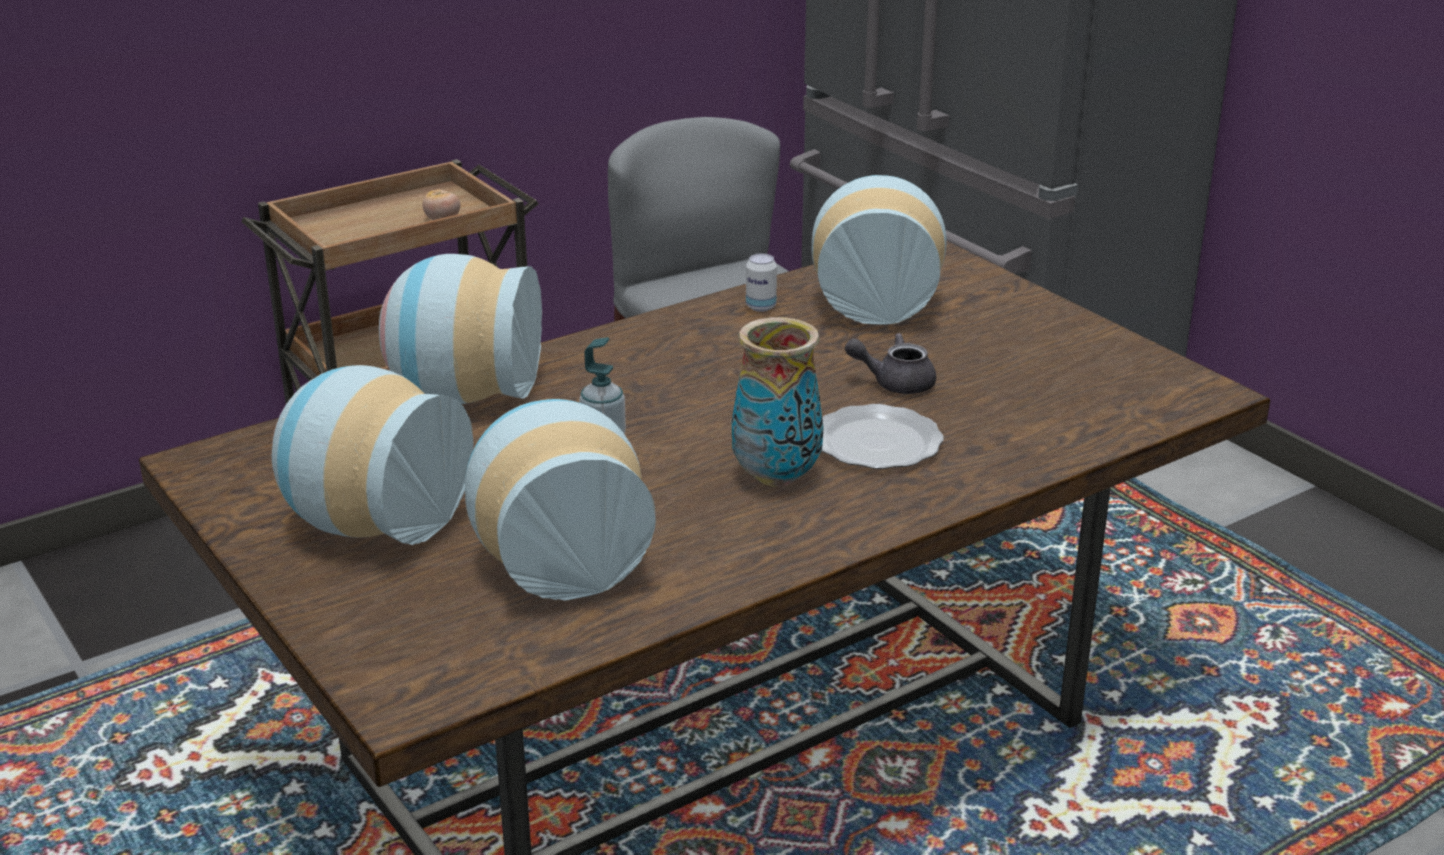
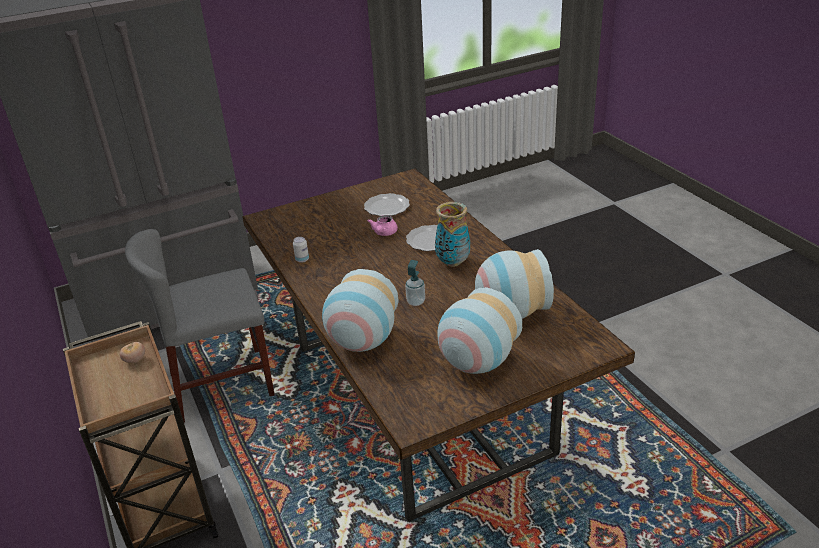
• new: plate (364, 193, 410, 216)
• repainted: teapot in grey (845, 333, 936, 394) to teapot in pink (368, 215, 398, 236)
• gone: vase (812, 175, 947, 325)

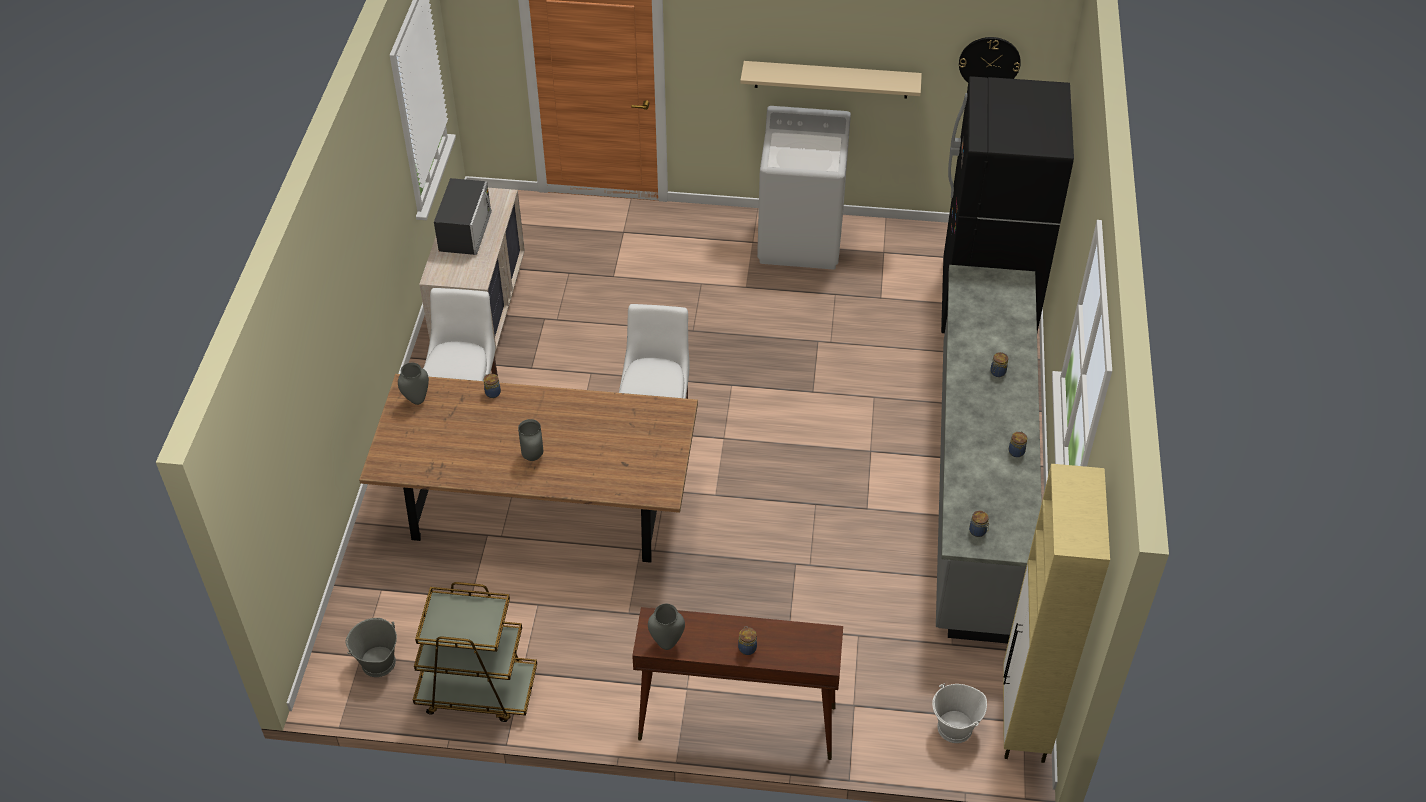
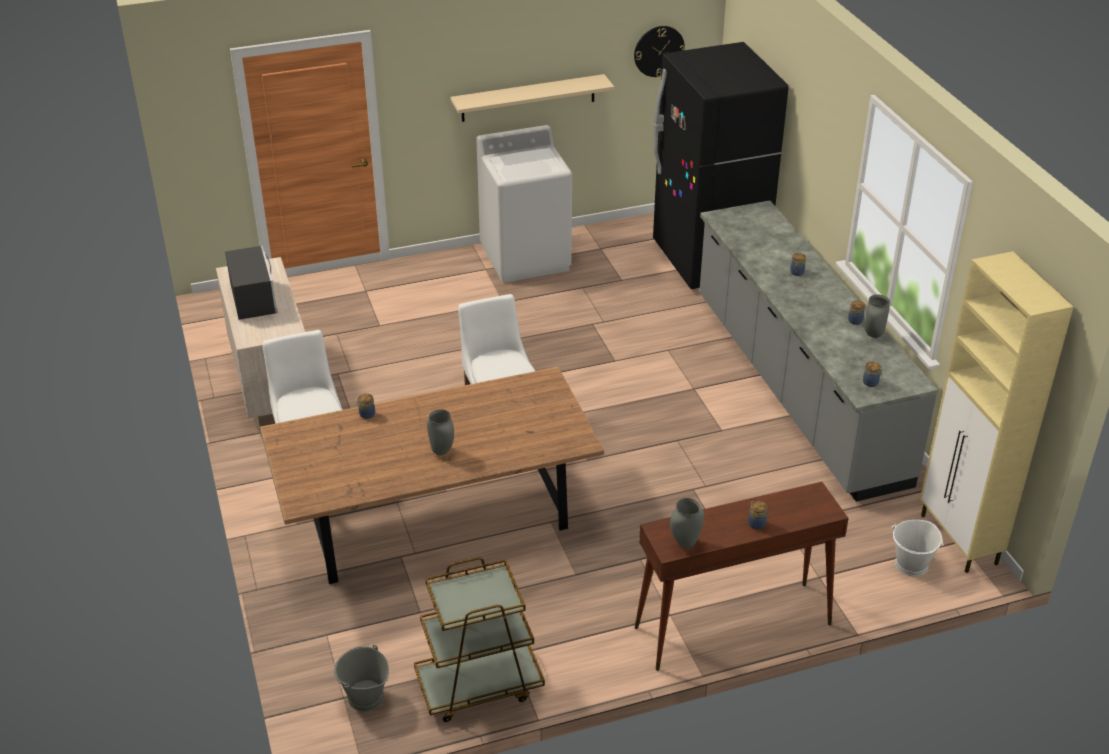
• shifted: vase in grey (398, 363, 429, 405) to (864, 294, 890, 338)

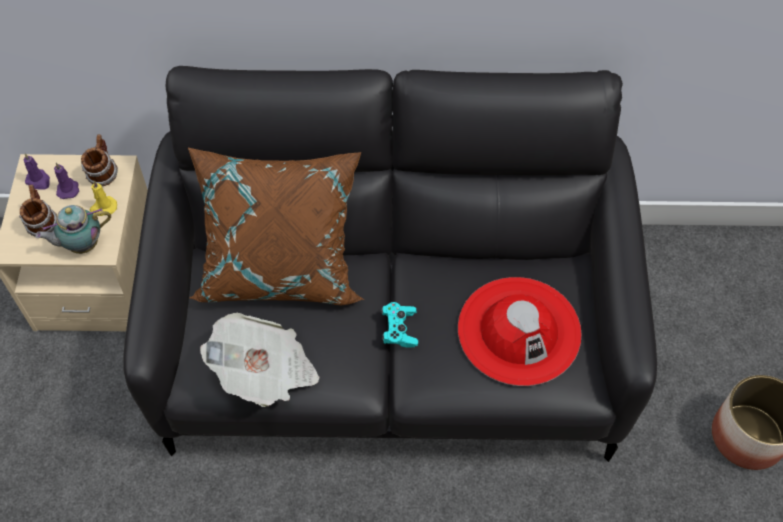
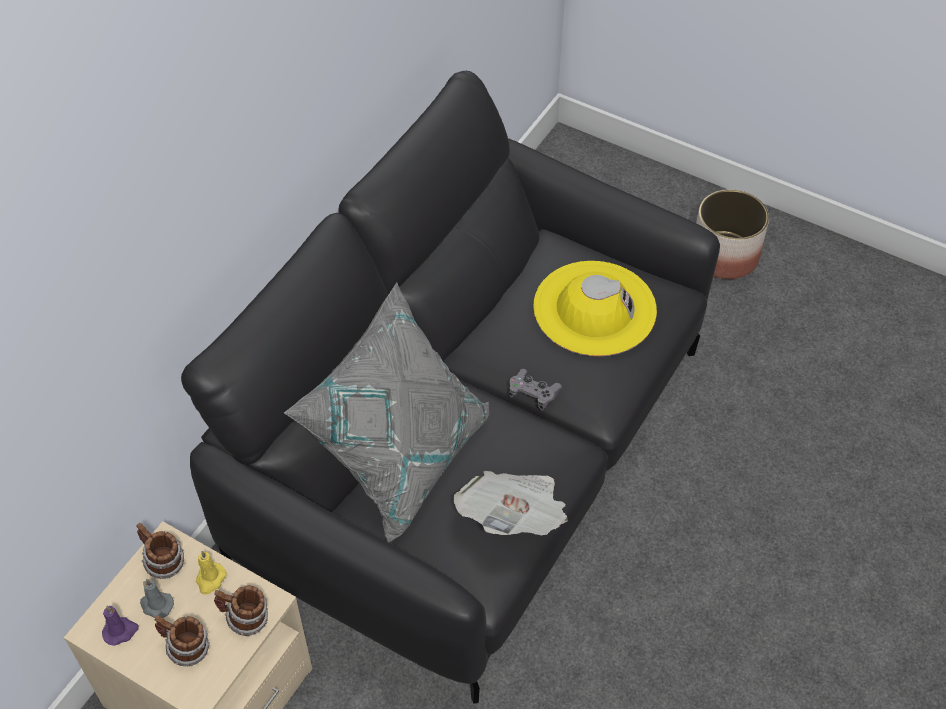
• repainted: candle in purple (54, 163, 79, 199) to candle in grey (140, 579, 174, 618)
• swapped: teapot (35, 205, 111, 254) to mug (214, 585, 268, 636)
• repainted: pillow in brown (188, 148, 364, 305) to pillow in grey (284, 282, 490, 543)
• repainted: game controller in turquoise (381, 302, 418, 348) to game controller in grey (509, 369, 562, 411)
• repainted: hat in red (458, 277, 581, 386) to hat in yellow (533, 261, 657, 356)

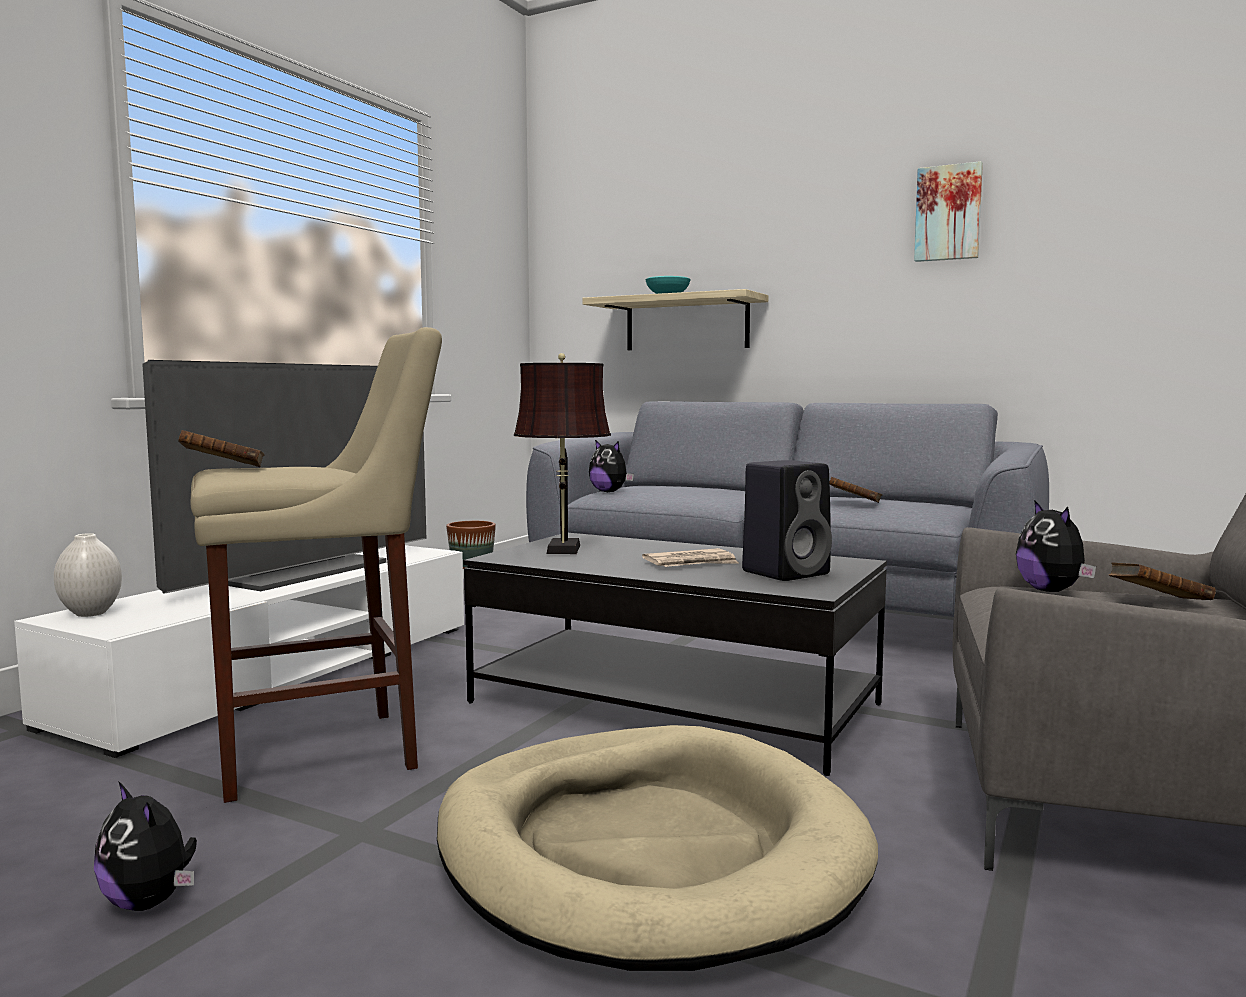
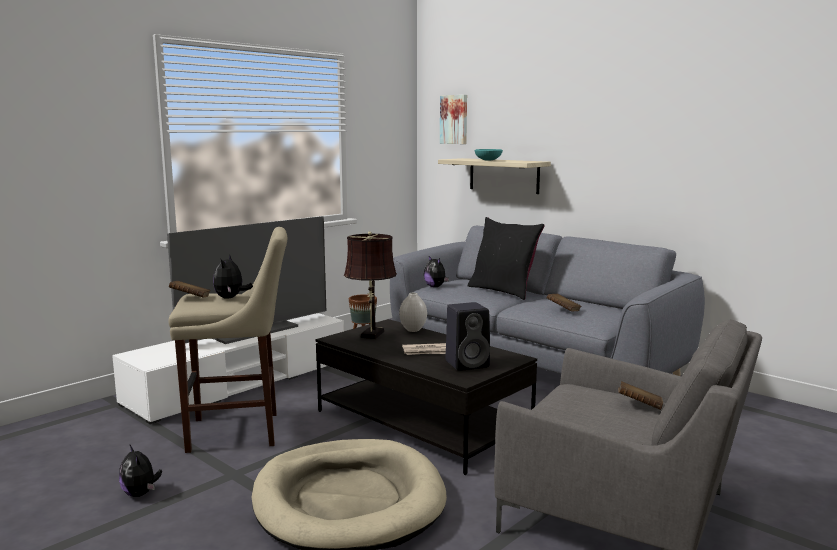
• shifted: plush toy (1016, 500, 1096, 592) to (213, 255, 253, 299)
• shifted: vase in white (54, 533, 122, 617) to (399, 293, 427, 332)
• shifted: picture (914, 161, 983, 262) to (440, 95, 467, 144)
• new: pillow in black (468, 217, 545, 300)

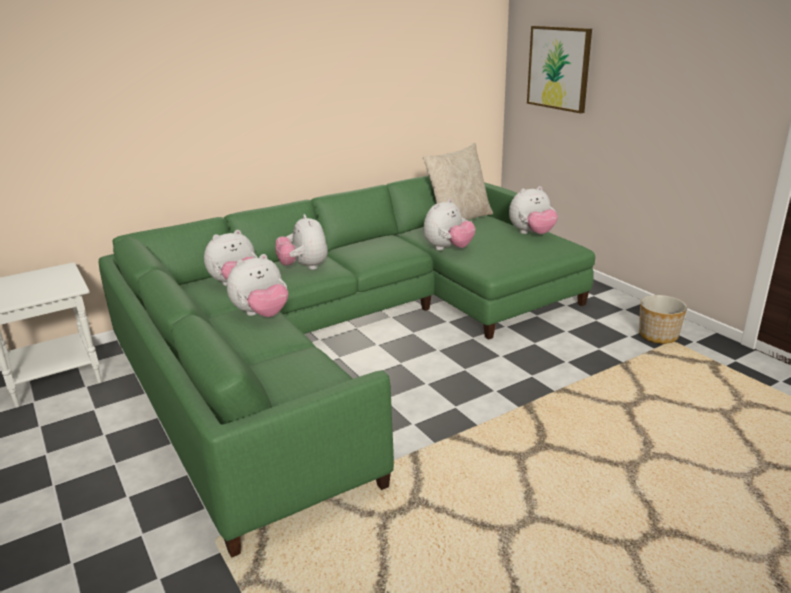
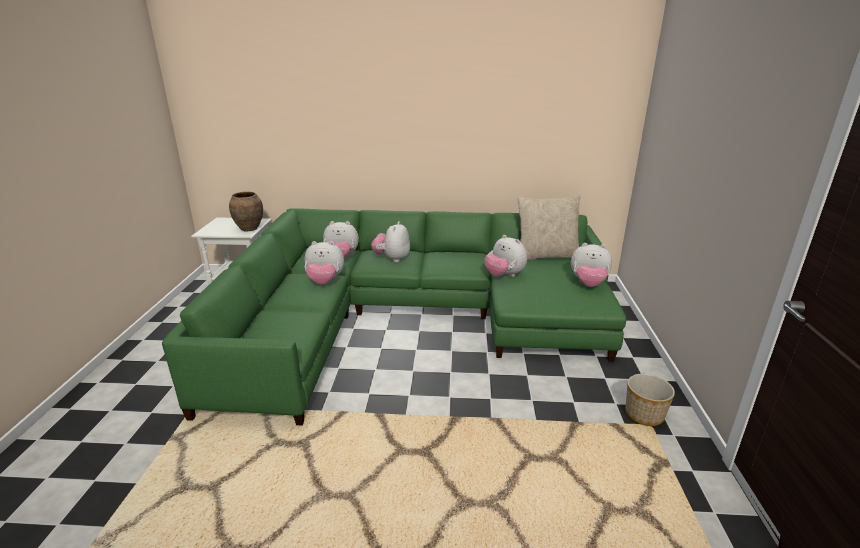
• new: vase in brown (229, 192, 263, 231)
• rotated: plush toy (424, 199, 476, 250) = (484, 235, 527, 277) 60 degrees clockwise
• gone: picture (527, 26, 592, 113)

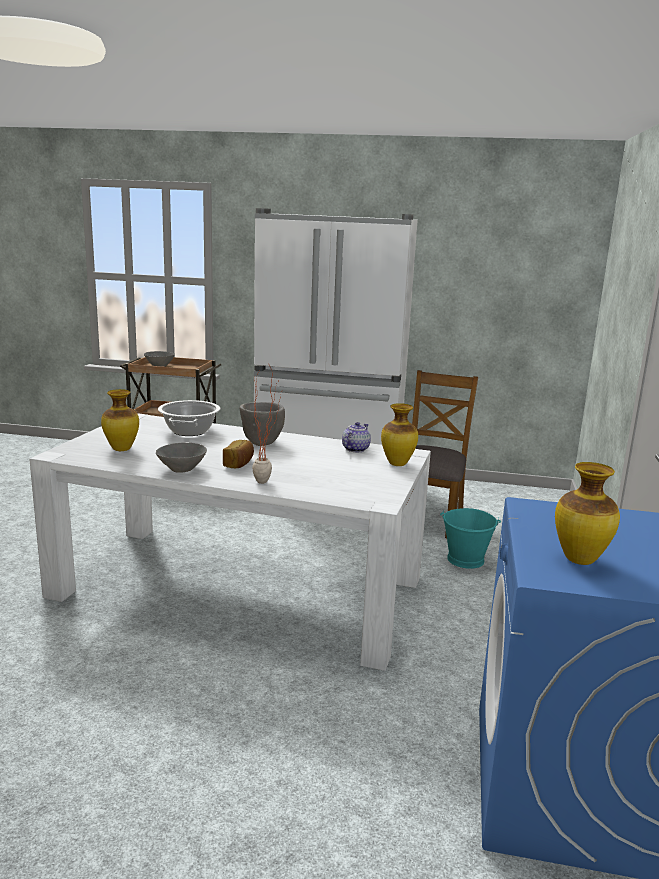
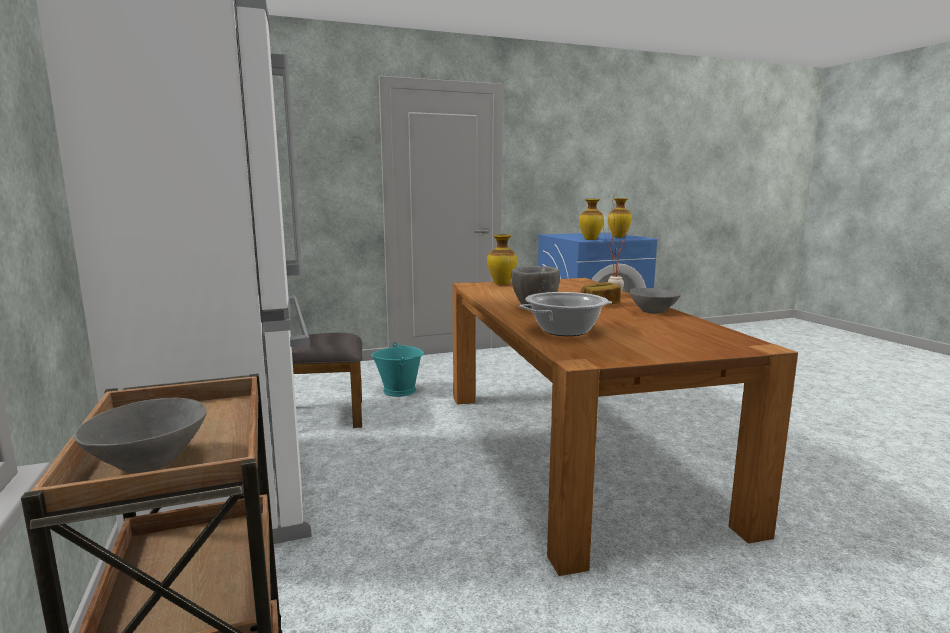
• repainted: dining table in white (29, 413, 431, 671) to dining table in brown (452, 278, 798, 576)
• shifted: vase (101, 389, 139, 451) to (579, 199, 604, 240)
• gone: teapot (342, 422, 371, 452)

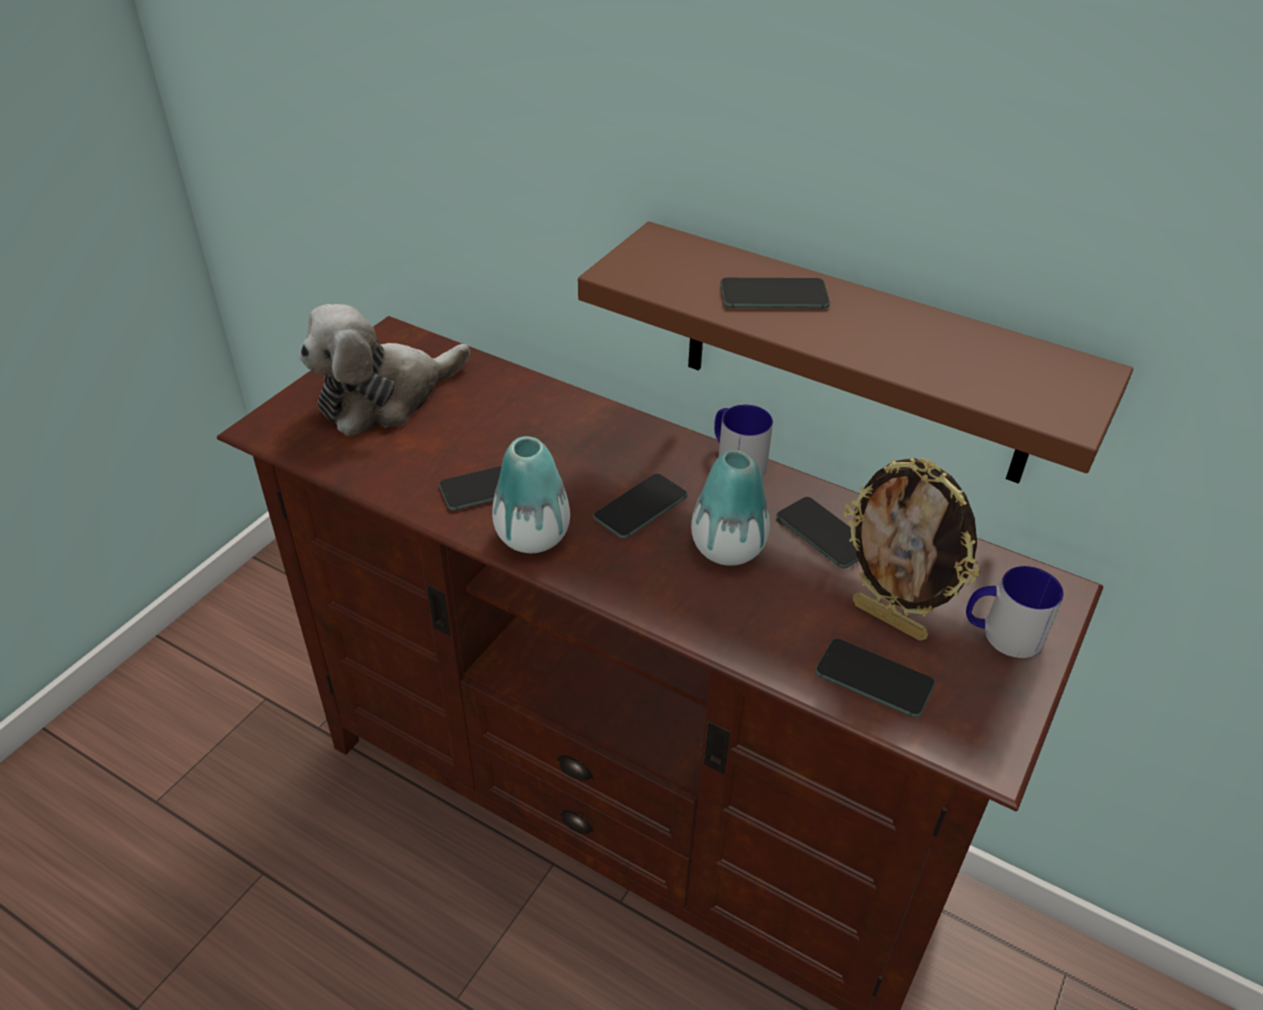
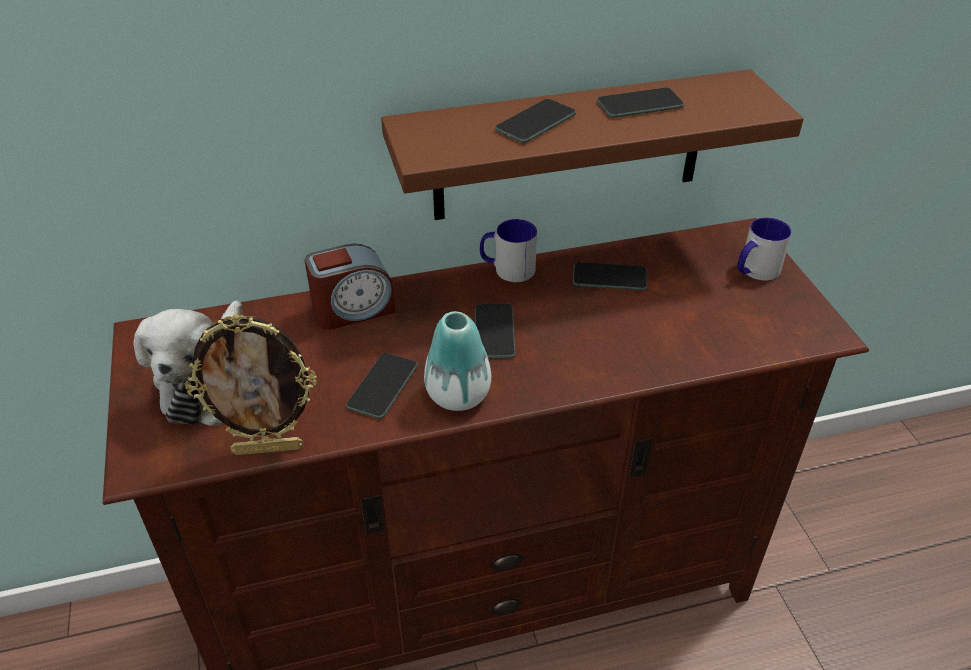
• shifted: picture frame (844, 458, 979, 641) to (185, 314, 317, 455)
• new: alarm clock (305, 244, 396, 330)
• shifted: phone (815, 639, 935, 717) to (597, 88, 684, 118)
• gone: vase (691, 450, 770, 566)

